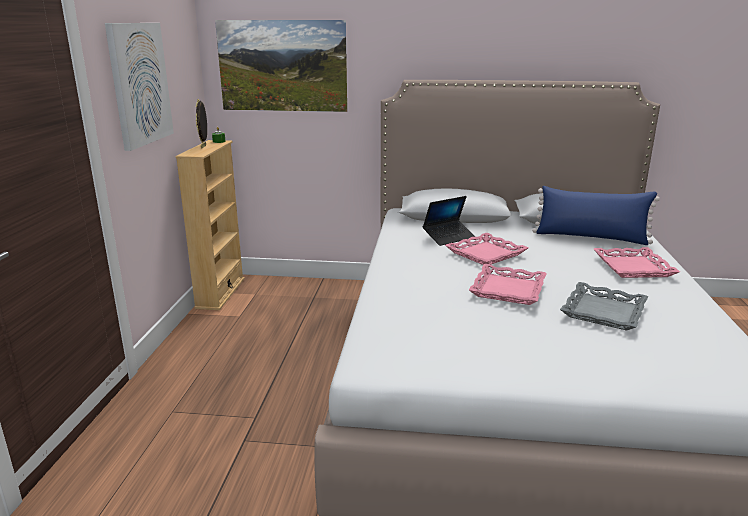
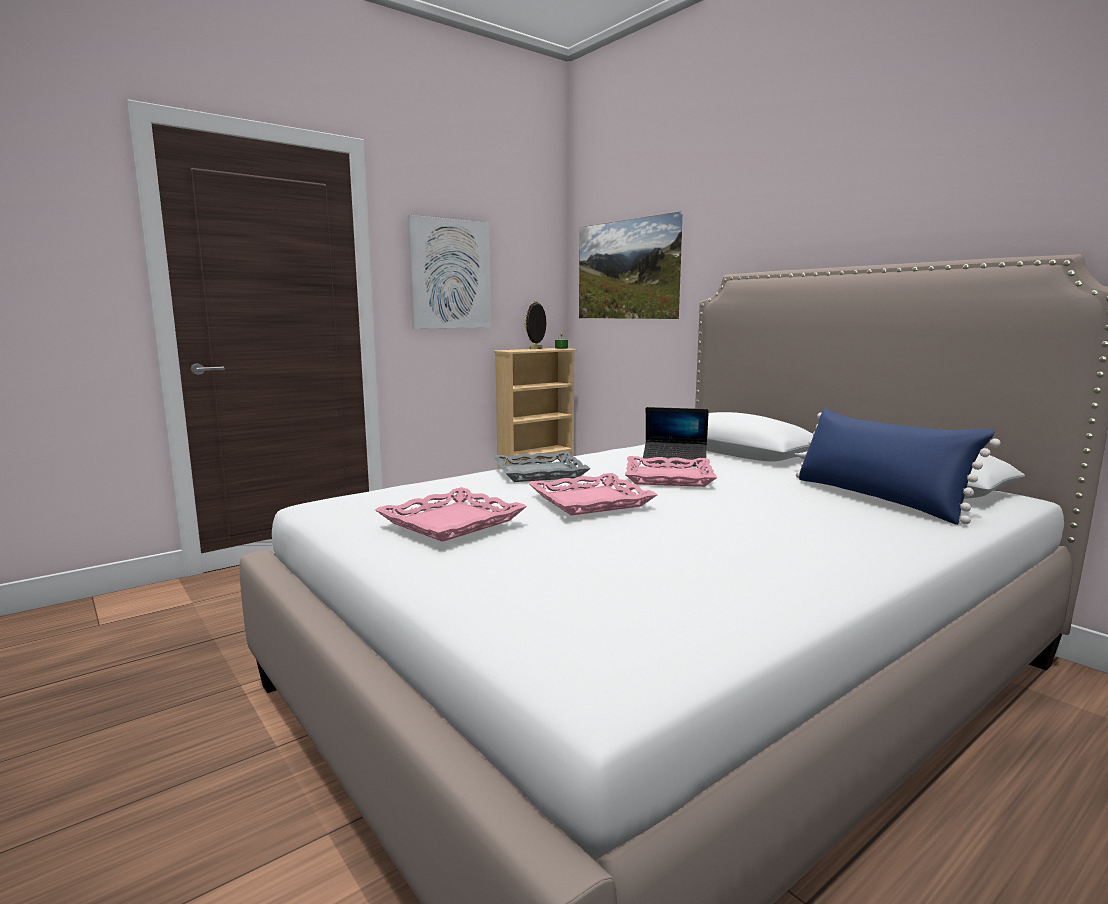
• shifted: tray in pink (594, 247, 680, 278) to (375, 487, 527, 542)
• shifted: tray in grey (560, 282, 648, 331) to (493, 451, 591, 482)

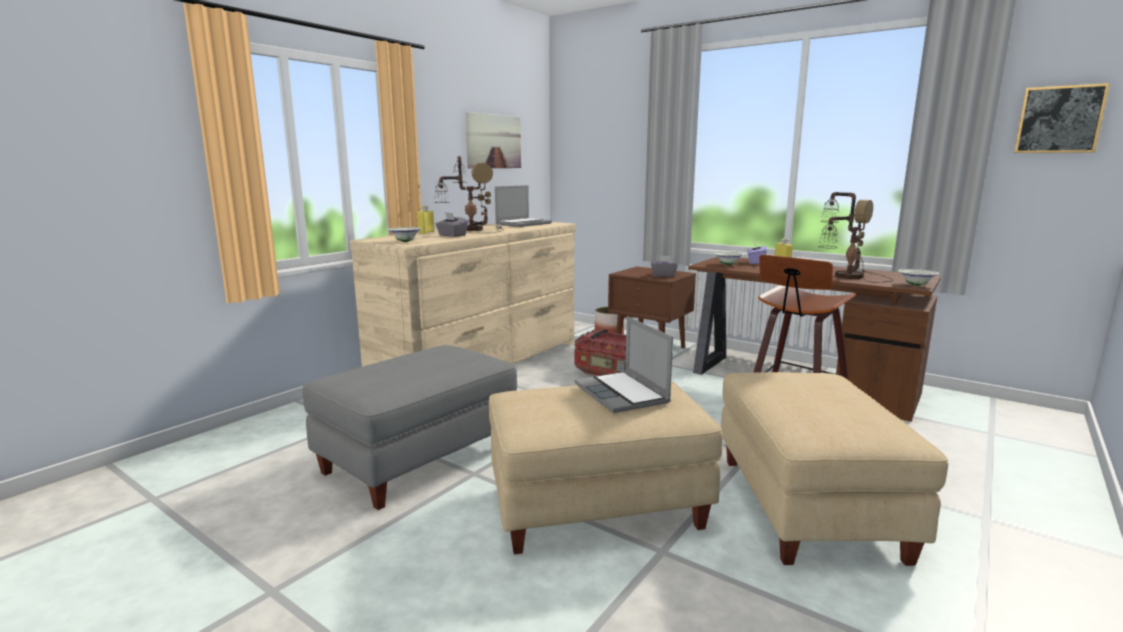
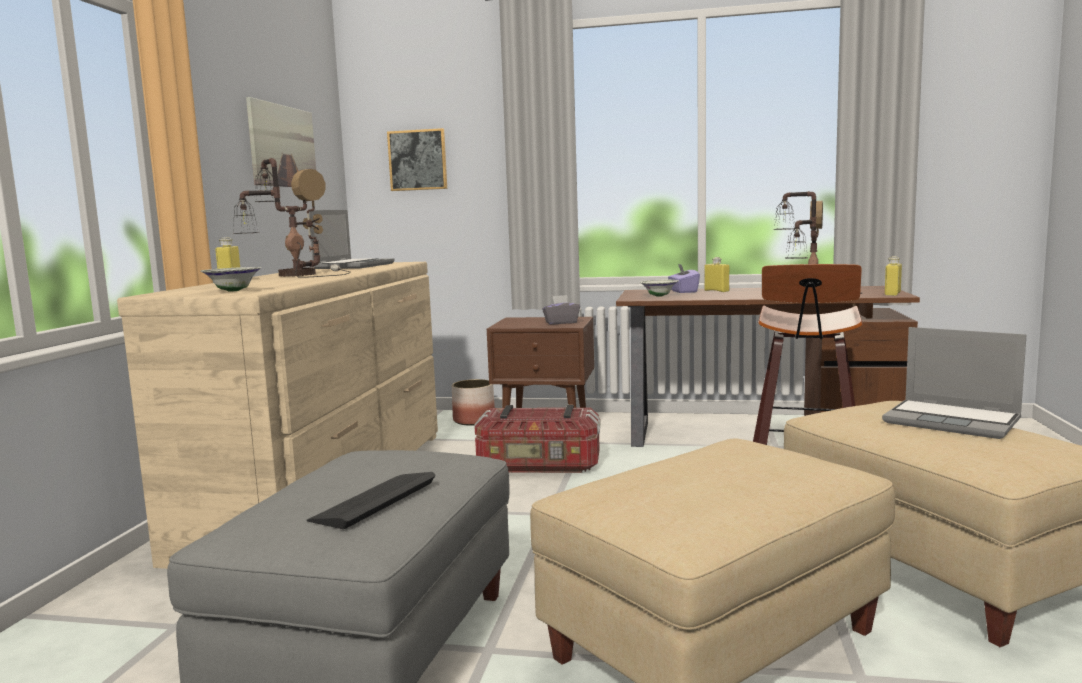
• new: keyboard (307, 472, 435, 529)
• shifted: picture (1014, 83, 1110, 153) to (387, 128, 447, 191)
• shifted: laptop (575, 316, 673, 413) to (882, 327, 1026, 439)
• swapped: bowl in white (898, 269, 939, 286) to bottle in yellow (885, 256, 902, 296)
• gone: tissue box in grey (435, 212, 468, 237)

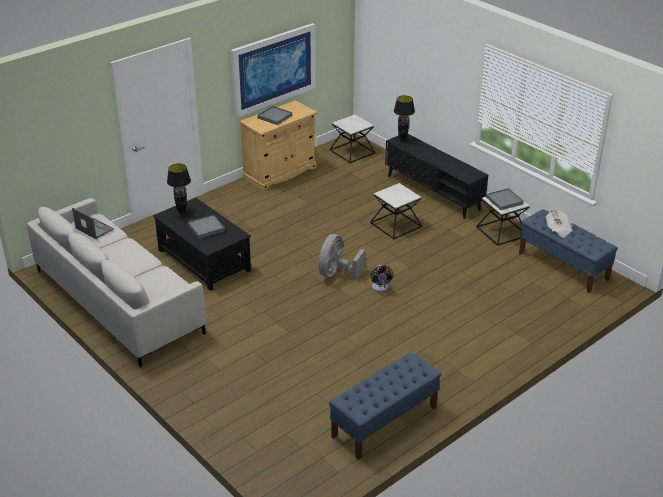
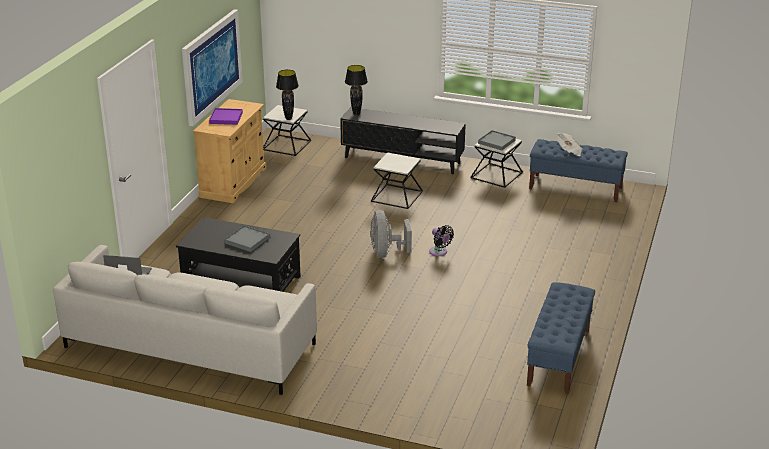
• repainted: tray in grey (257, 106, 292, 125) to tray in purple (209, 108, 243, 125)
• shifted: table lamp in black (167, 164, 191, 215) to (276, 69, 299, 120)

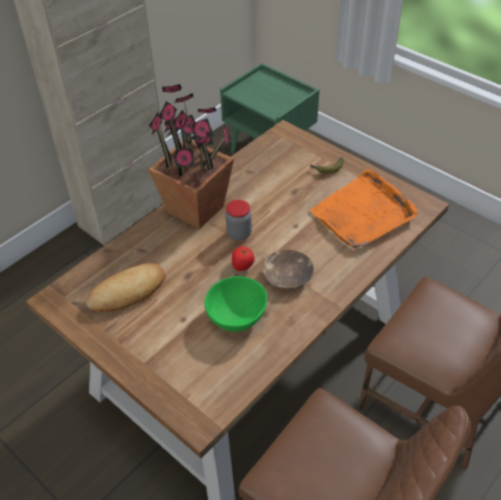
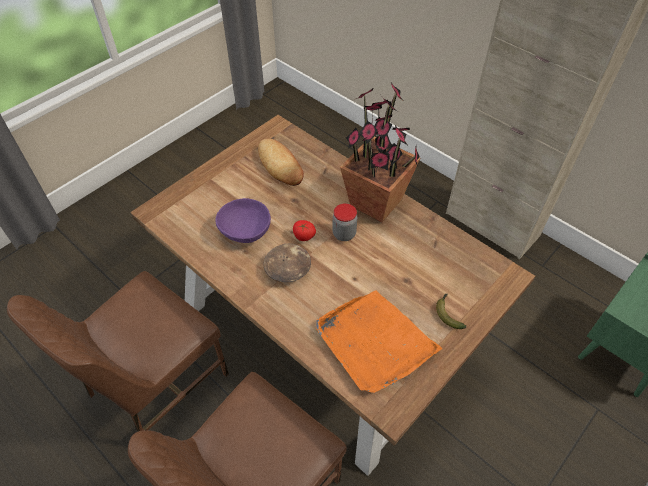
• repainted: bowl in green (204, 276, 267, 332) to bowl in purple (215, 198, 271, 243)

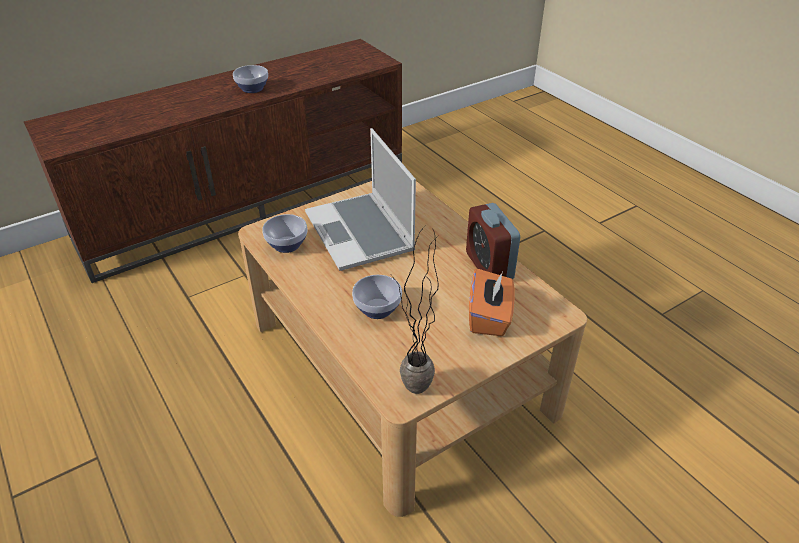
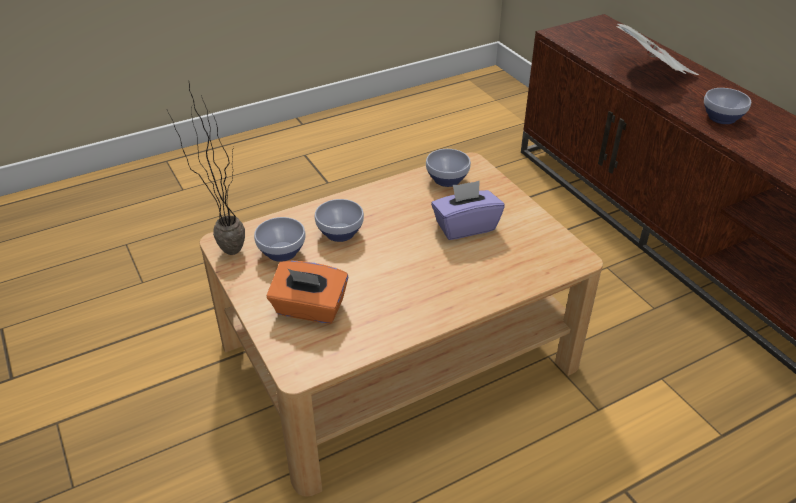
• new: bowl (254, 217, 305, 262)
• swapped: laptop (305, 128, 416, 271) to tissue box in purple (431, 180, 505, 240)
• new: newspaper (616, 24, 699, 75)
• gone: alarm clock (466, 203, 520, 280)

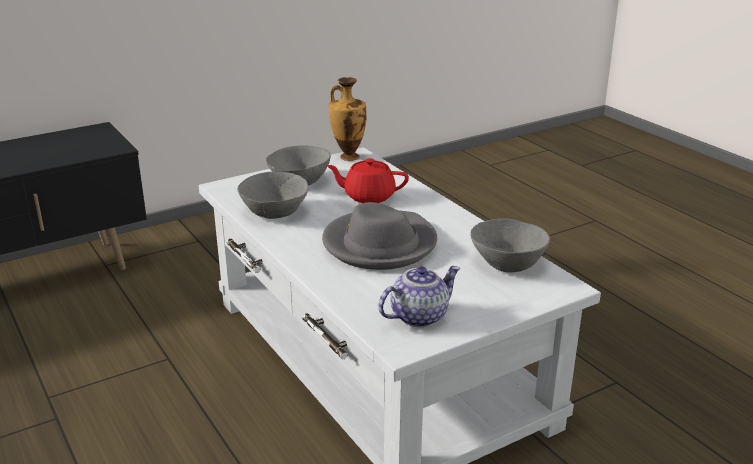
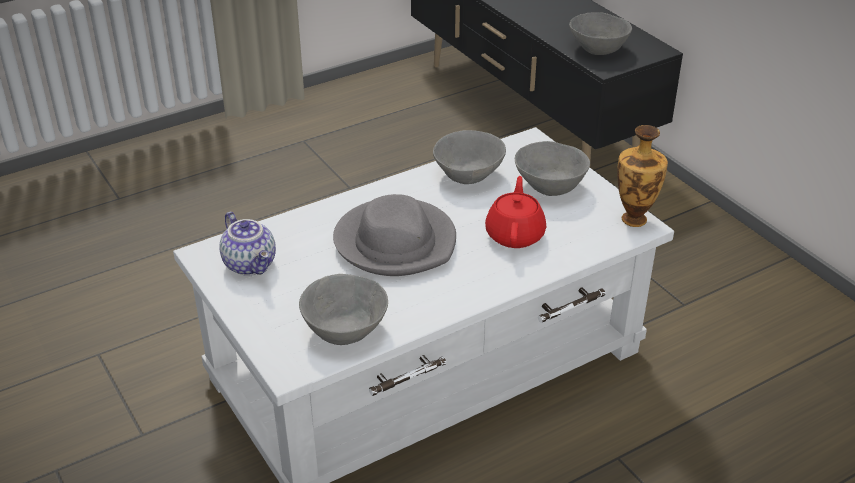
• new: bowl in grey (569, 12, 632, 55)

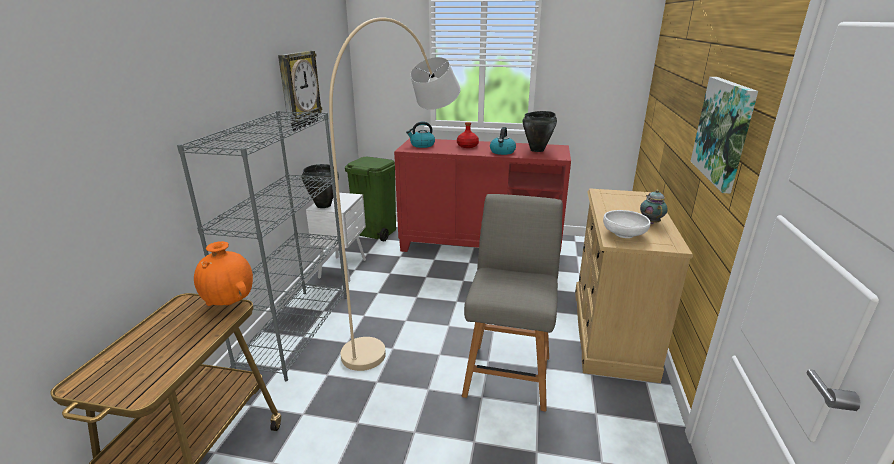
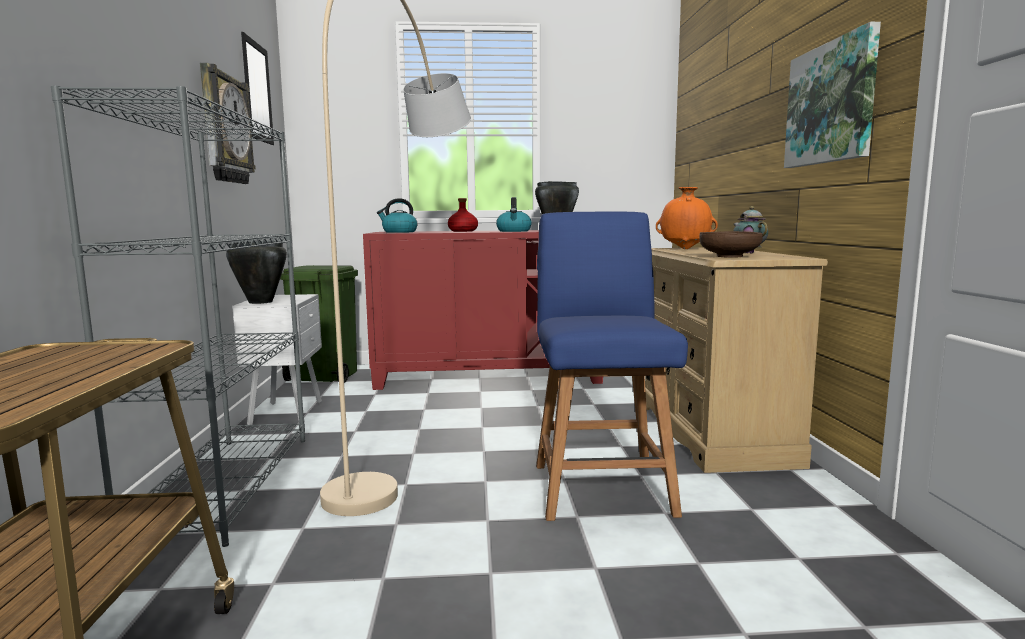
• new: picture (241, 32, 274, 145)
• repainted: chair in grey (462, 194, 563, 412) to chair in blue (536, 211, 688, 521)
• shifted: vase in orange (194, 241, 253, 306) to (656, 187, 718, 249)
• repainted: bowl in white (603, 210, 651, 238) to bowl in brown (699, 231, 763, 258)

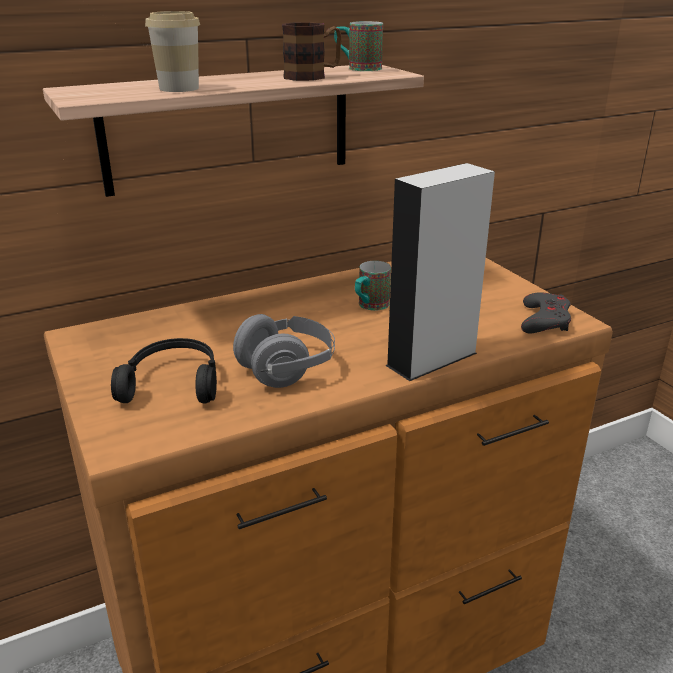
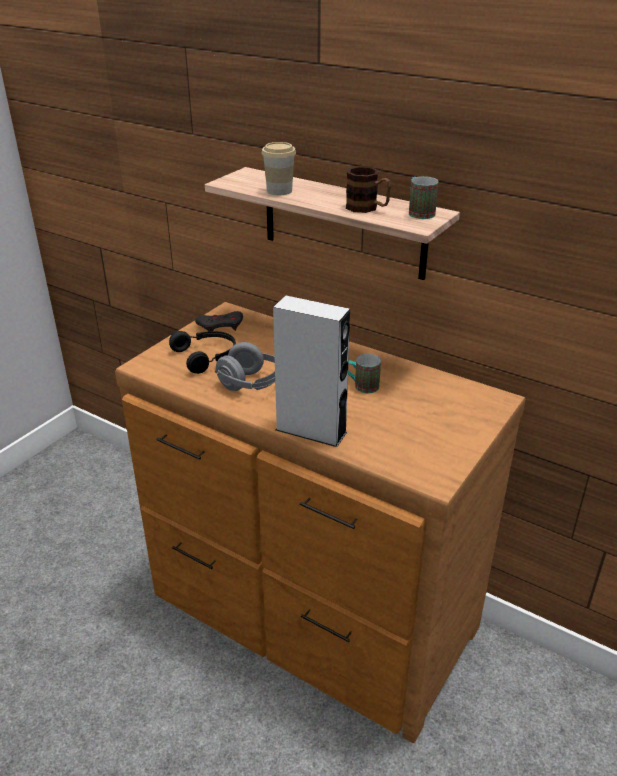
• shifted: game controller in grey (521, 292, 571, 334) to (195, 311, 243, 331)

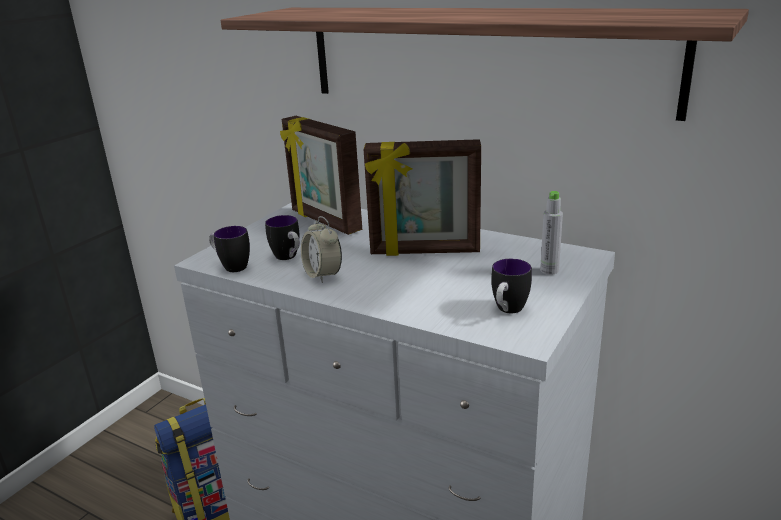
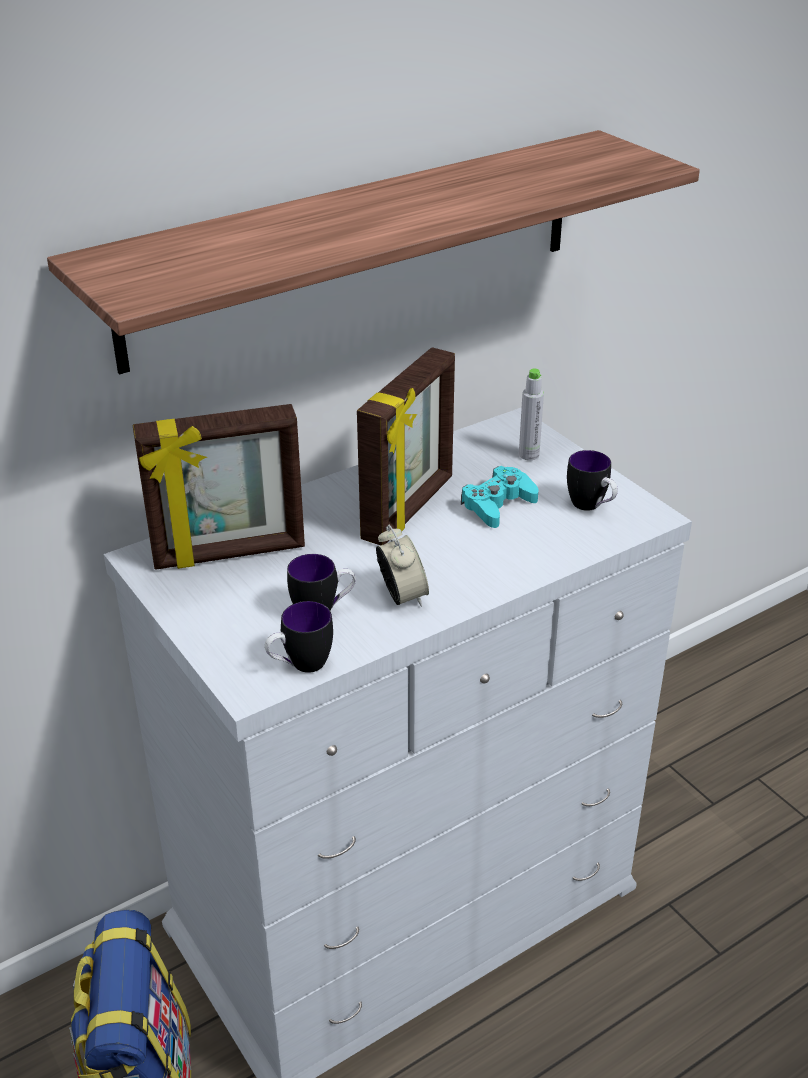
• rotated: alarm clock (301, 216, 342, 283) = (376, 524, 429, 607) 105 degrees counterclockwise
• new: game controller in turquoise (461, 466, 538, 528)

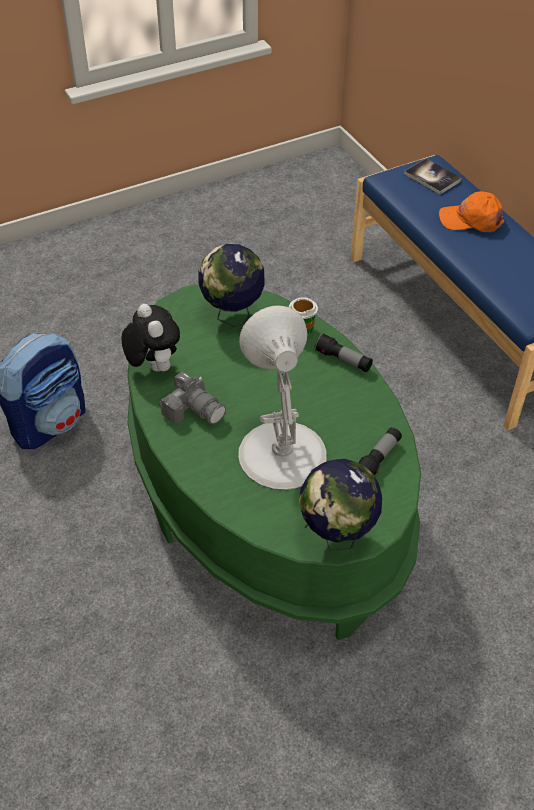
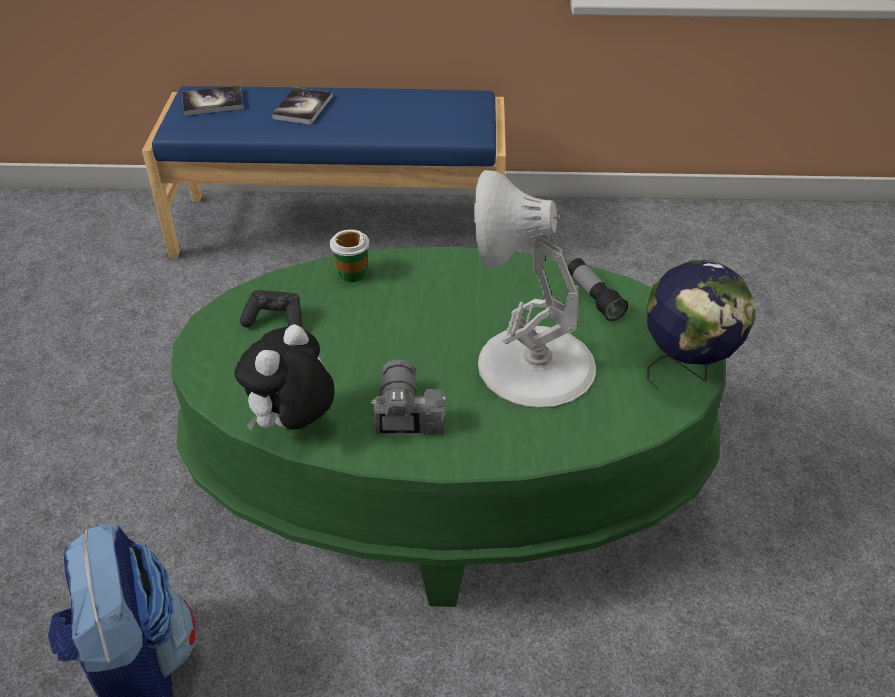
• rotated: plush toy (121, 304, 180, 372) = (234, 324, 334, 430) 60 degrees counterclockwise
• swapped: globe (198, 244, 265, 327) to game controller in black (240, 290, 302, 328)
• swapped: cap in orange (439, 191, 504, 232) to book (272, 87, 333, 125)
• rotated: photo camera (159, 371, 226, 424) = (371, 359, 446, 435) 75 degrees counterclockwise
• gone: flashlight (315, 333, 373, 372)

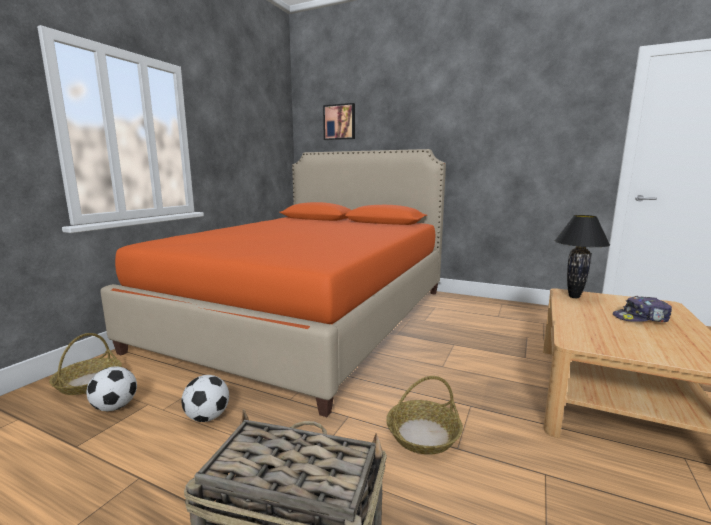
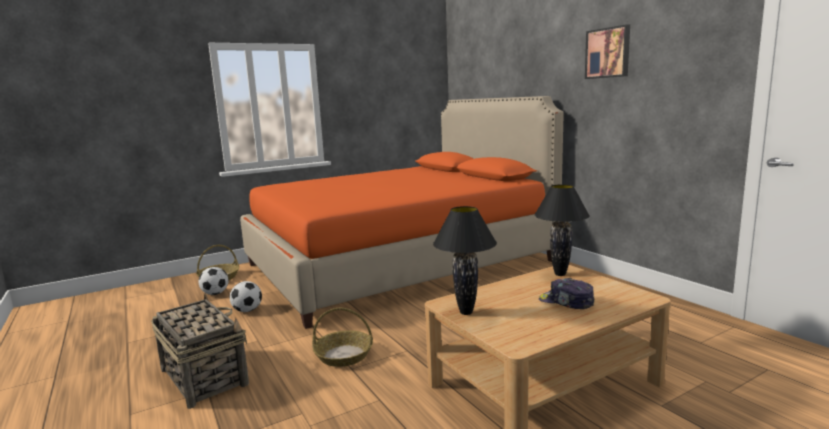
• new: table lamp in black (433, 206, 497, 315)
• shifted: picture (323, 103, 355, 140) to (585, 24, 630, 79)

